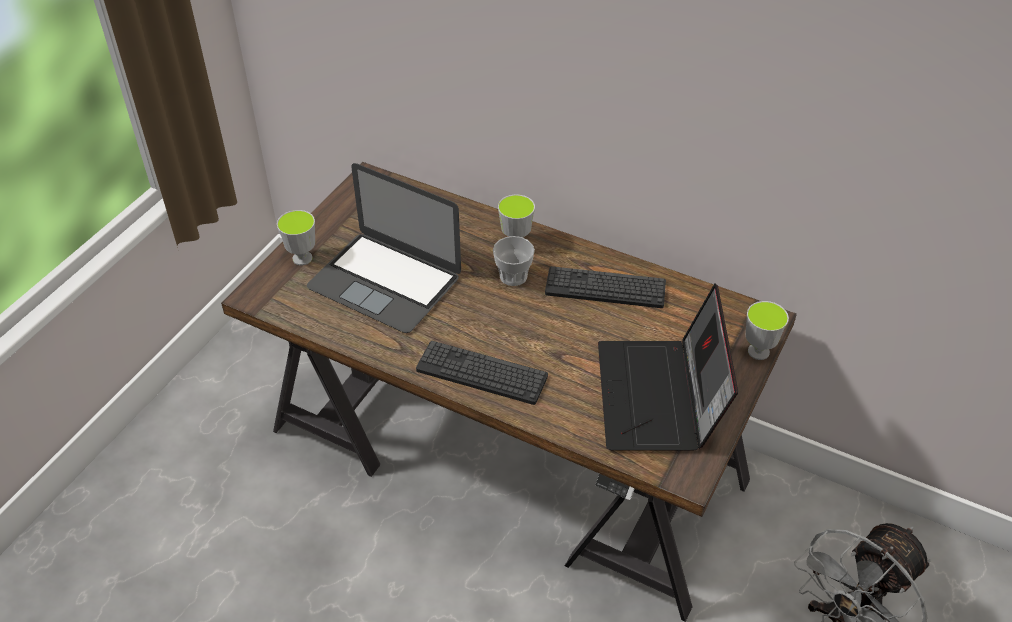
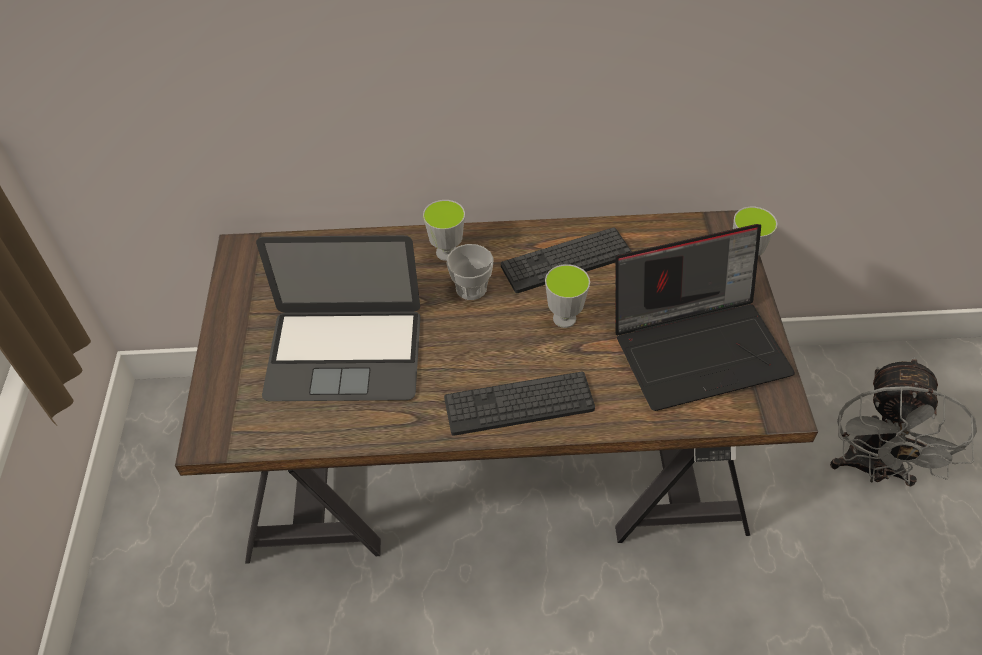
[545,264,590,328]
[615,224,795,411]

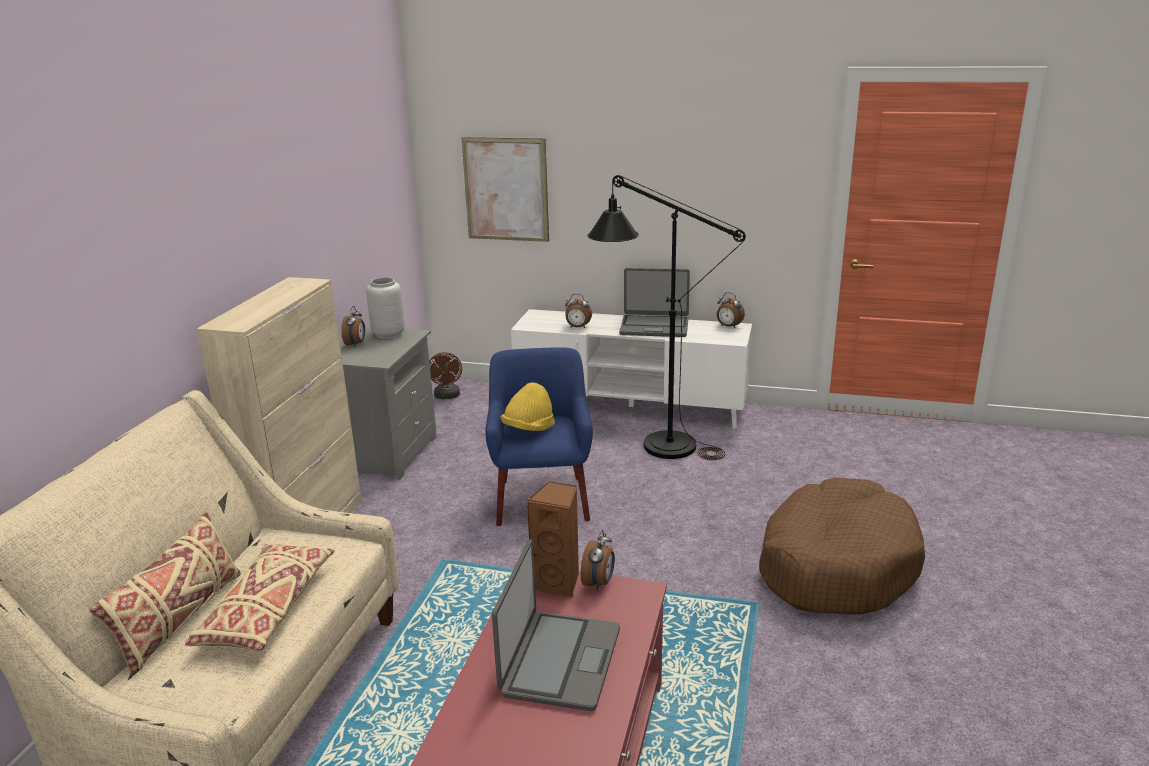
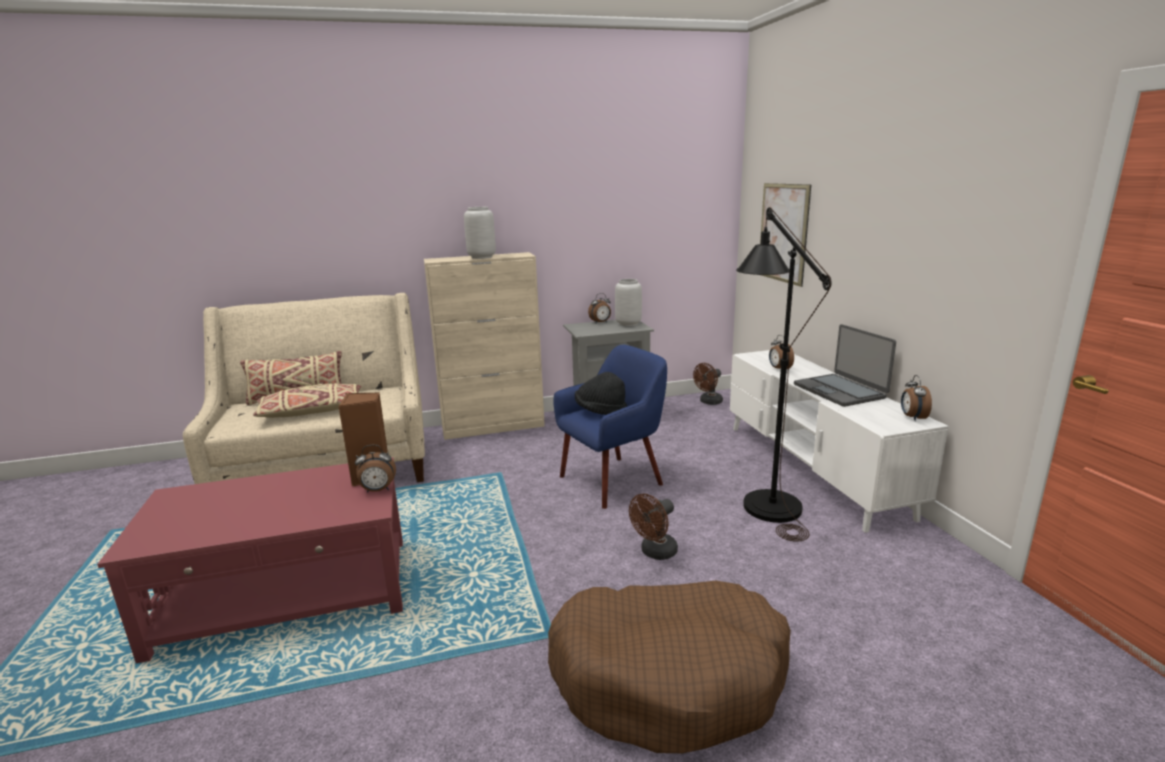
[464,207,496,259]
[575,372,627,415]
[629,494,678,560]
[492,539,620,711] (first image)

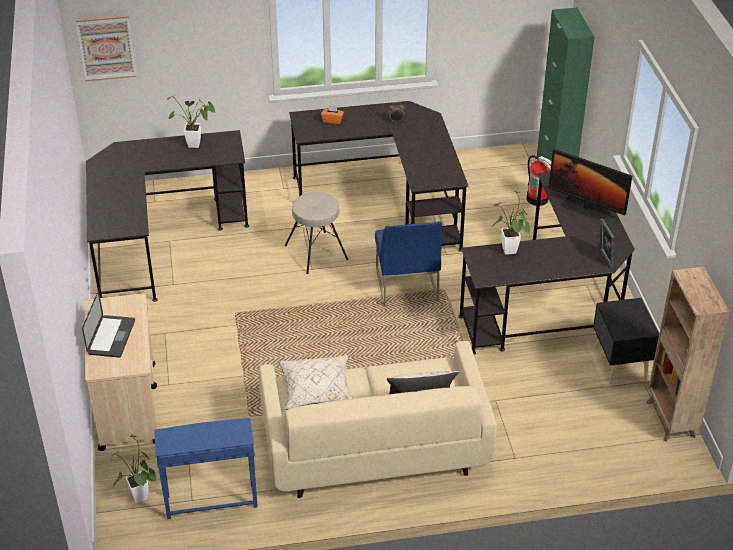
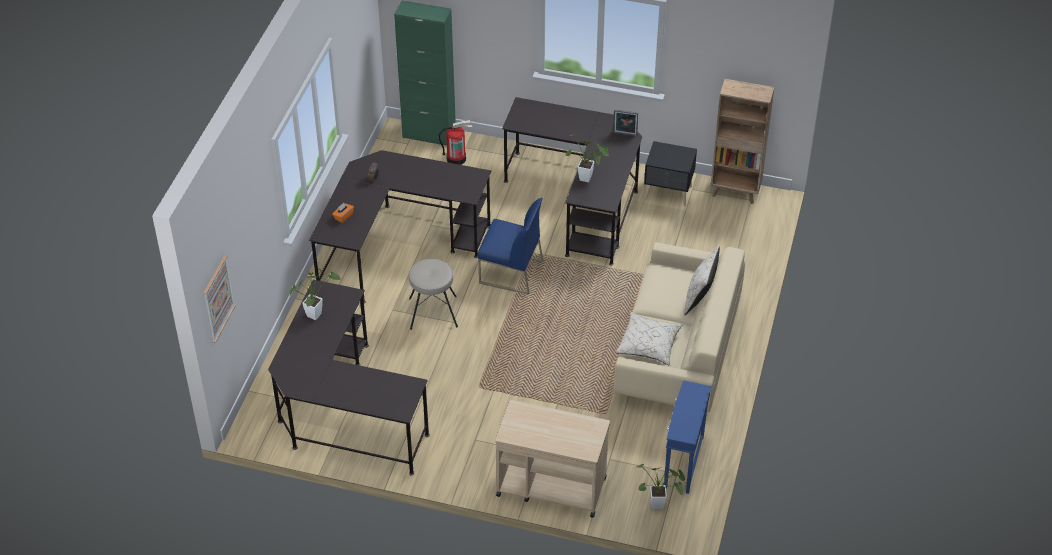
[82,291,135,358] (first image)
[549,149,632,221] (first image)

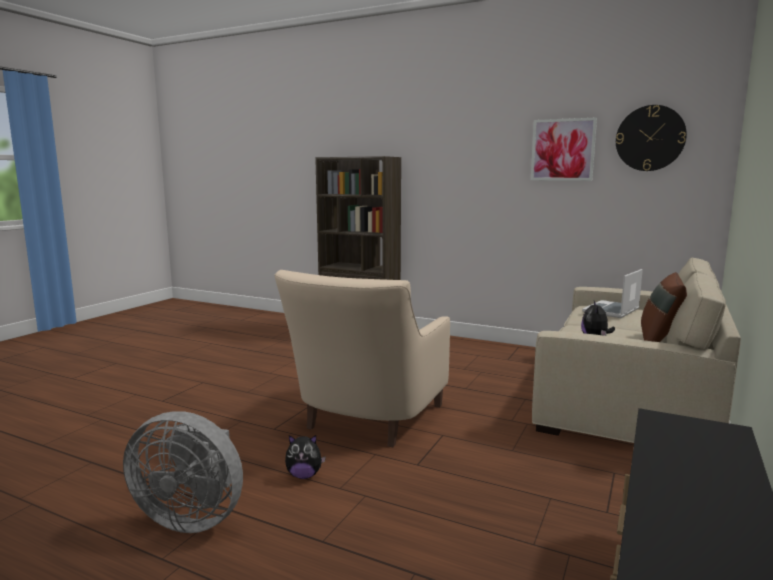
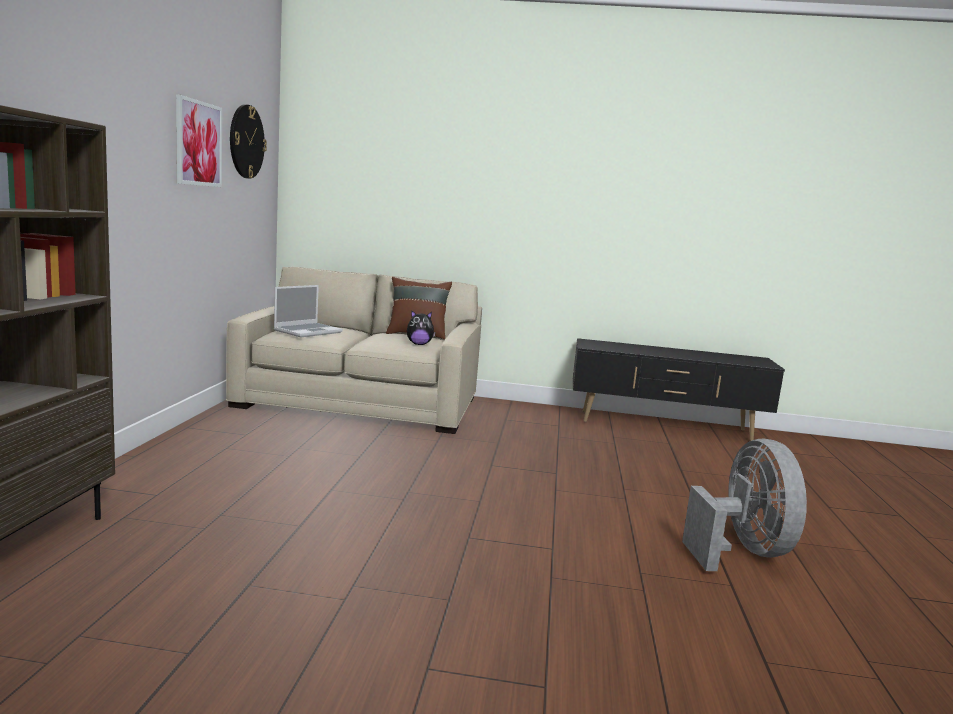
[274,285,343,337]
[274,270,450,447] (first image)
[285,435,326,479] (first image)

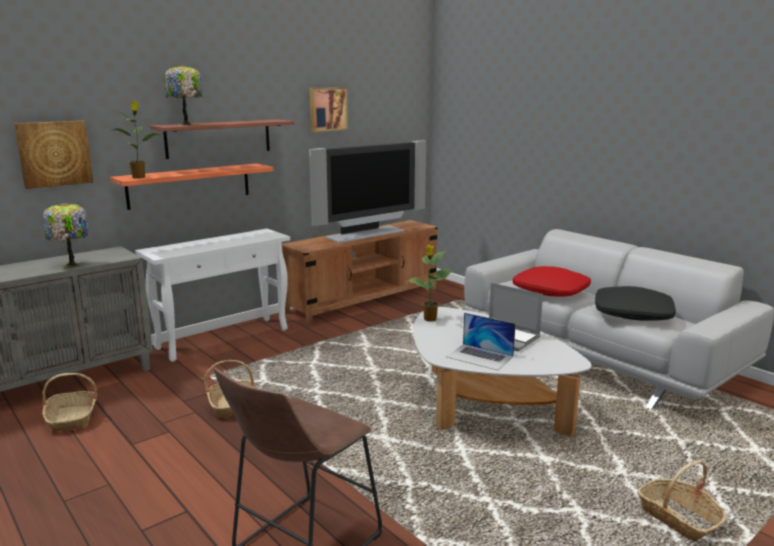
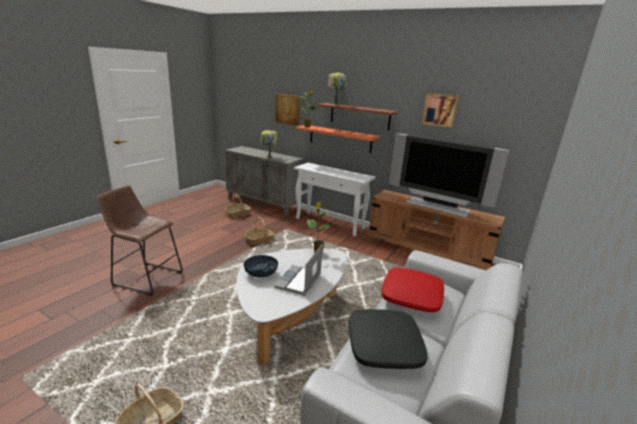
[244,255,278,277]

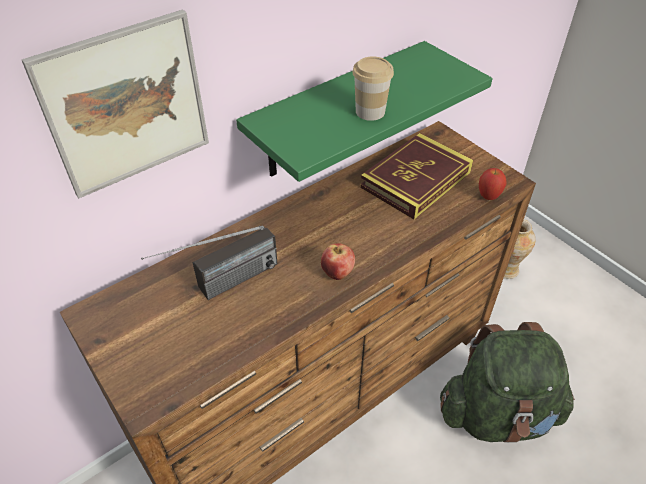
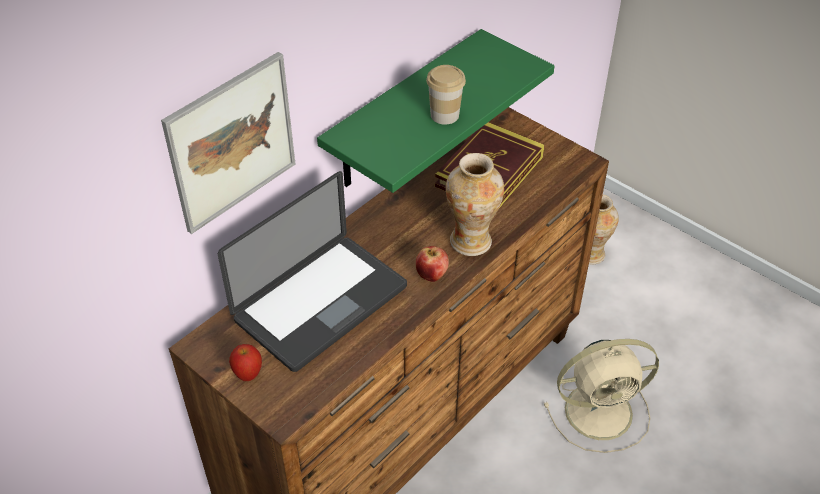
[218,171,407,372]
[229,344,262,381]
[446,153,504,256]
[544,339,659,453]

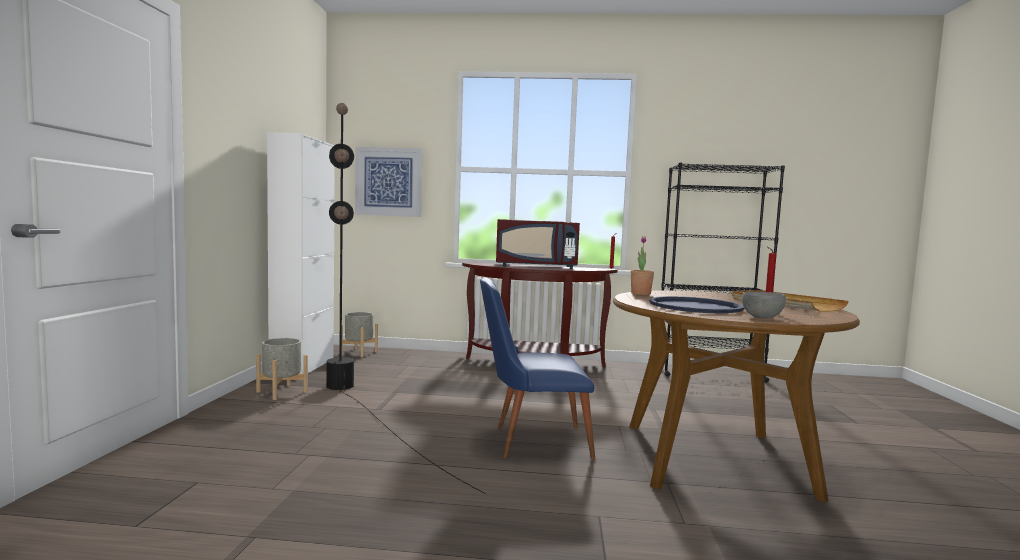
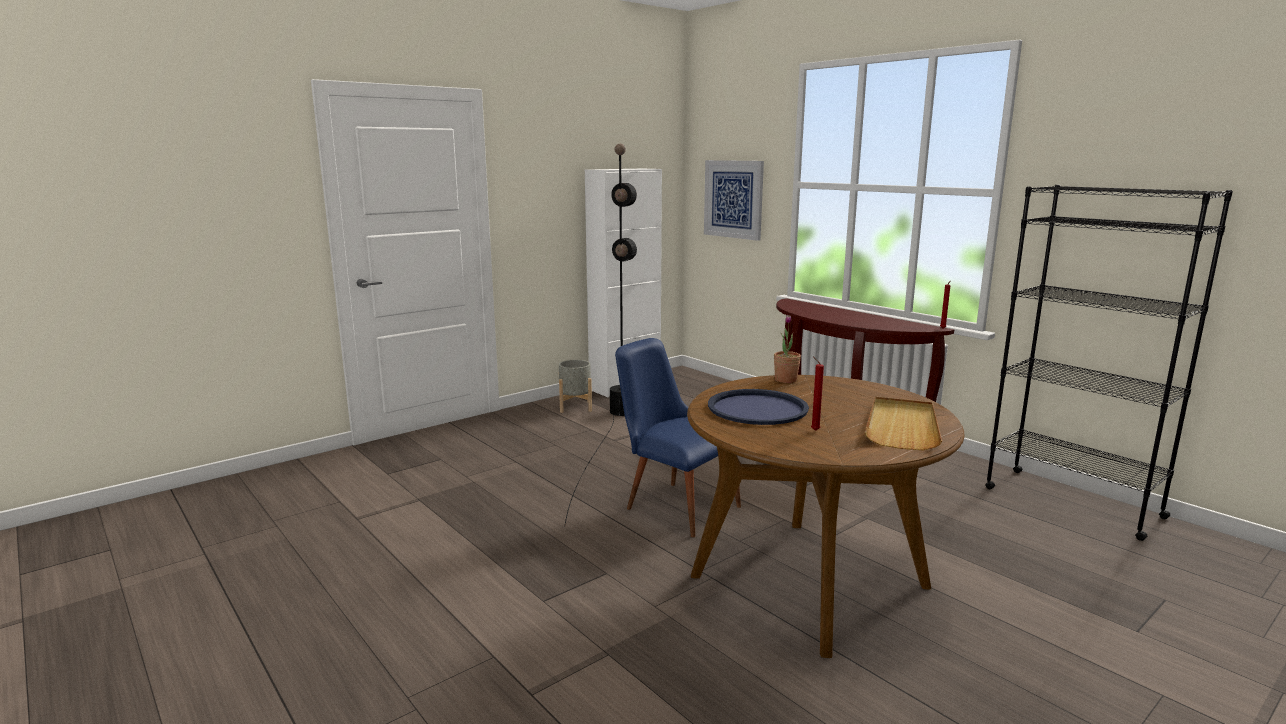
[342,312,378,357] (first image)
[496,219,580,269] (first image)
[742,292,786,318] (first image)

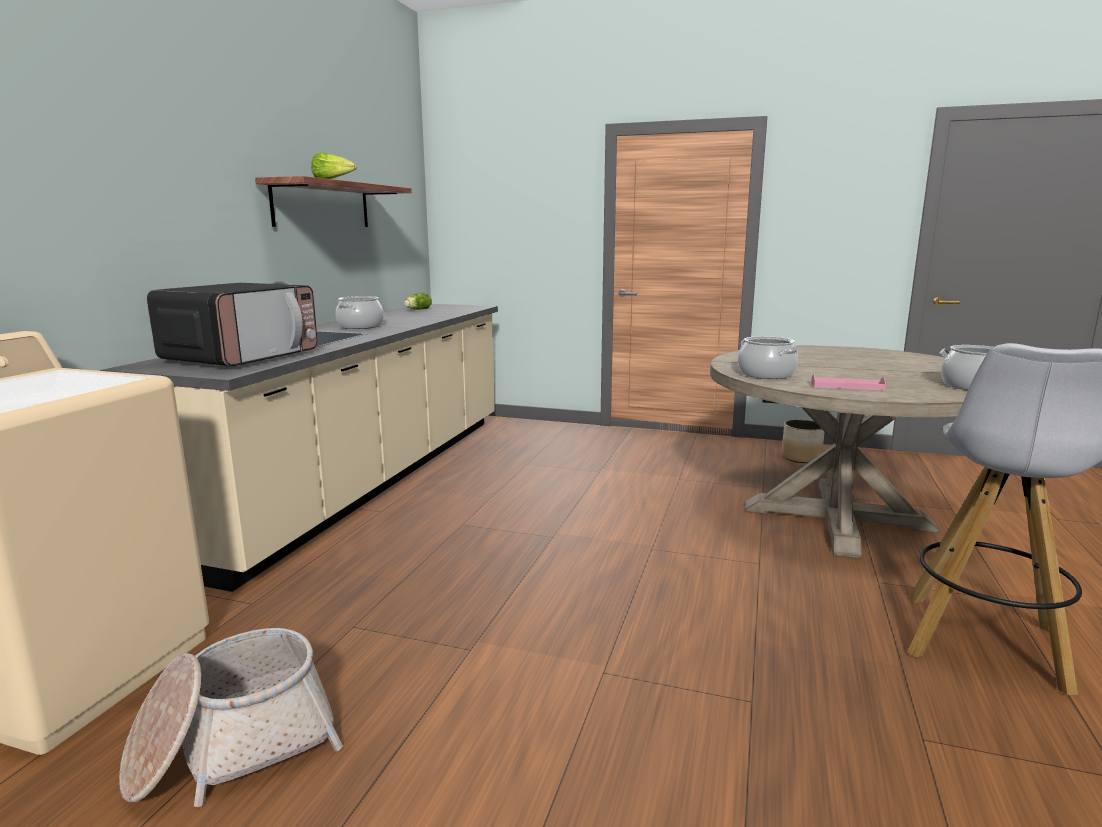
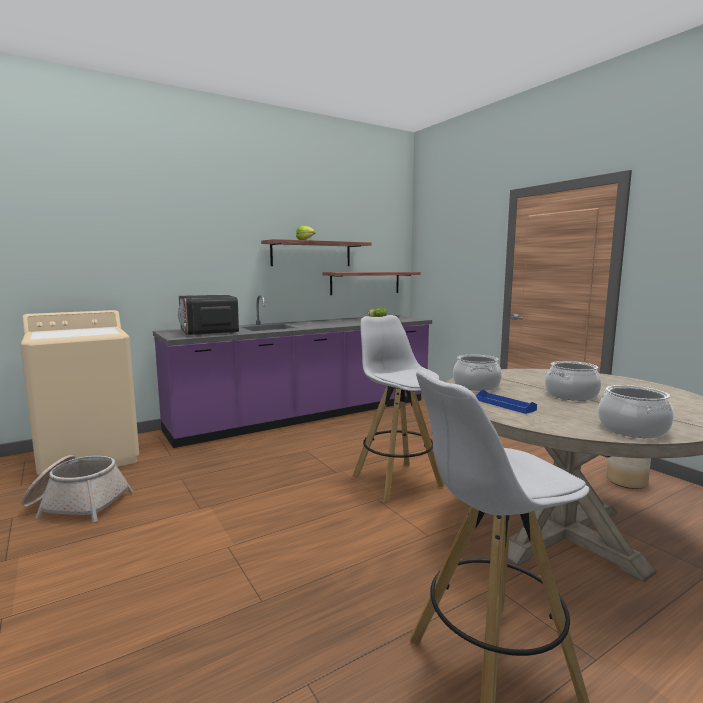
[153,295,432,448]
[178,295,239,336]
[323,272,421,295]
[353,315,445,502]
[476,389,537,414]
[545,361,601,401]

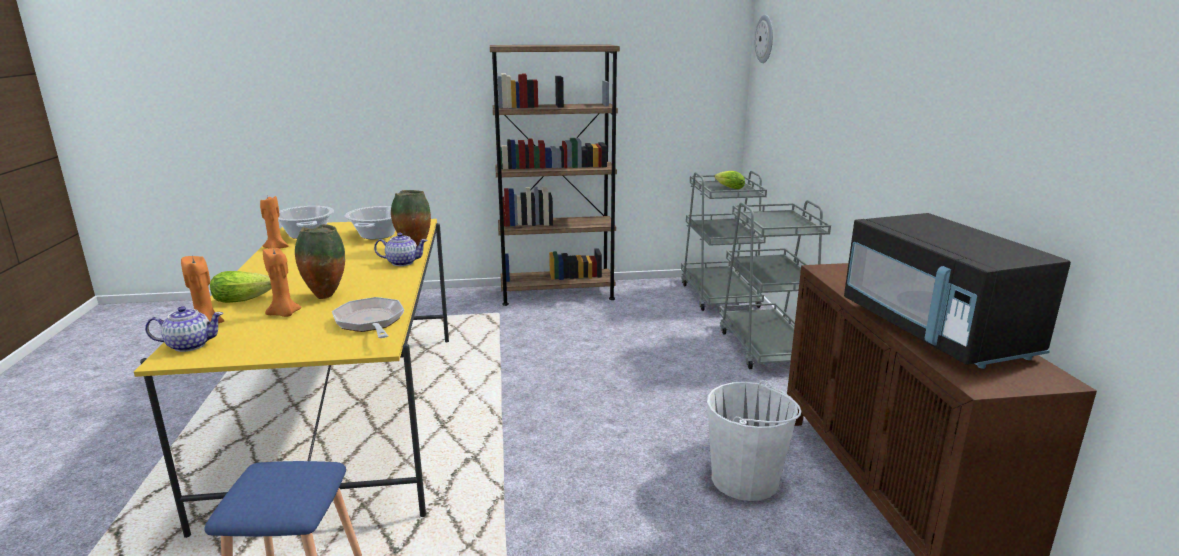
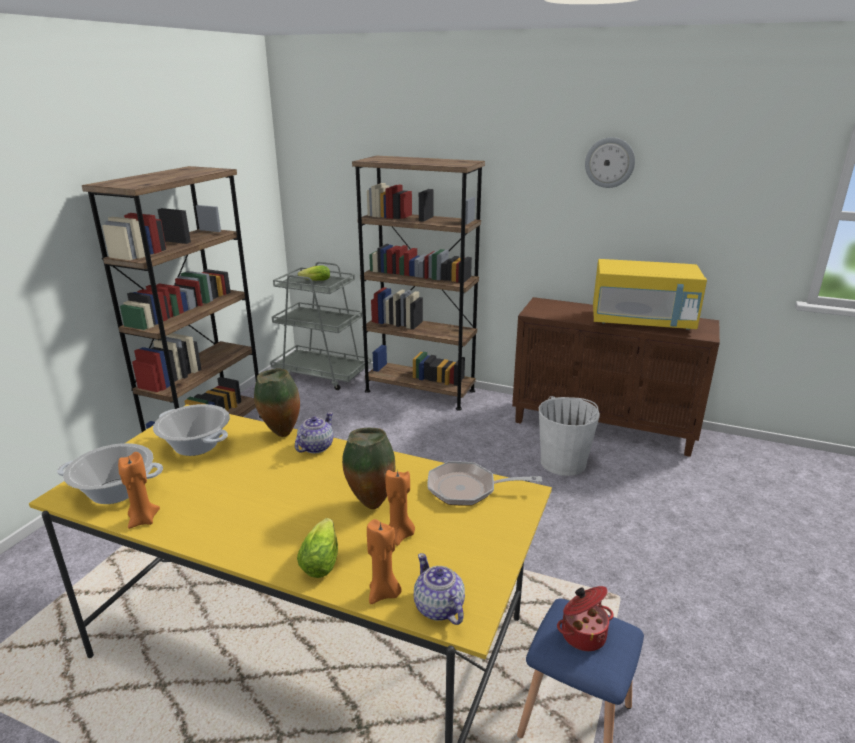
[352,156,485,410]
[414,553,465,625]
[557,586,613,651]
[585,137,635,188]
[593,259,707,330]

